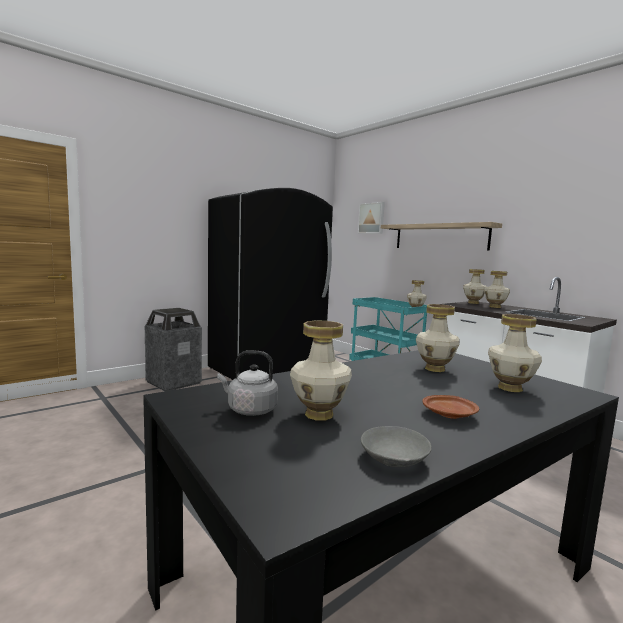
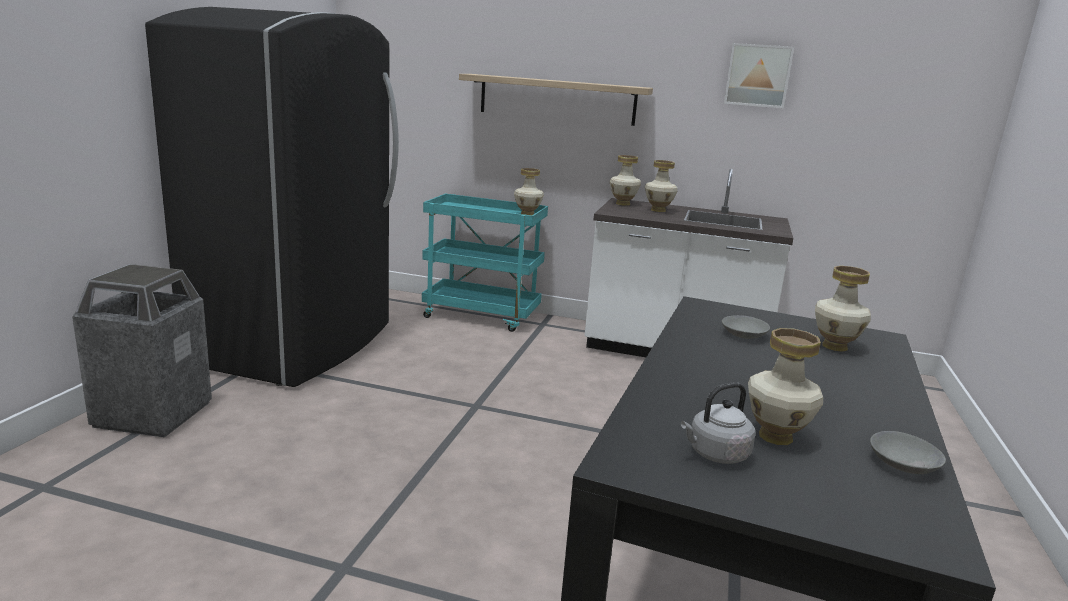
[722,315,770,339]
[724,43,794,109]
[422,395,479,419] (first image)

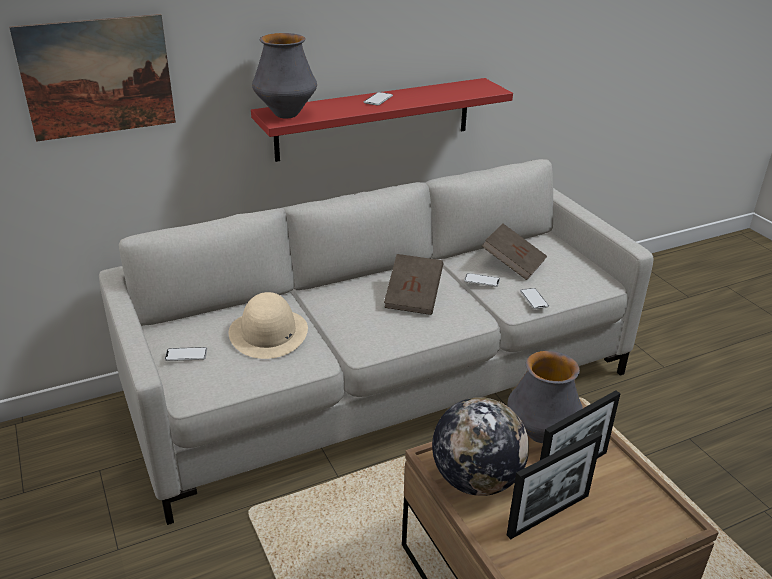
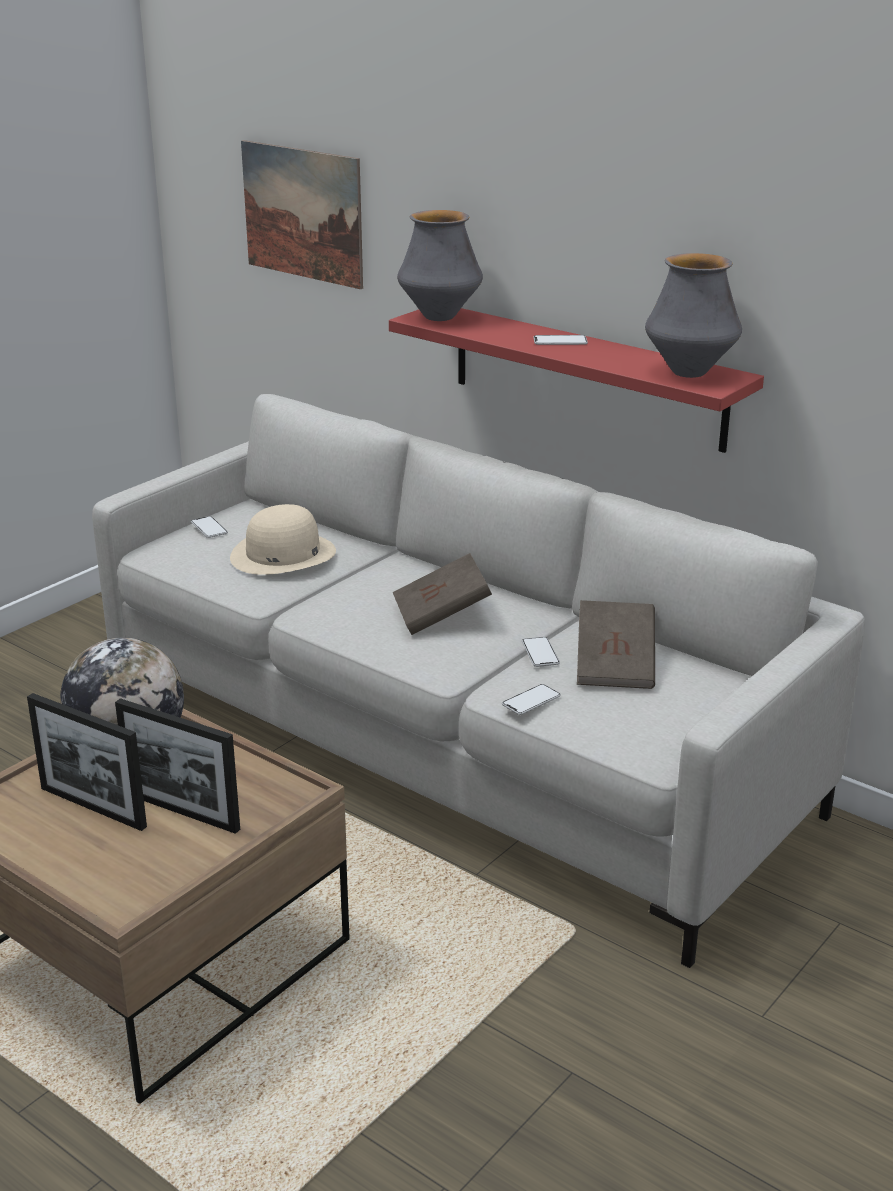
[645,253,742,378]

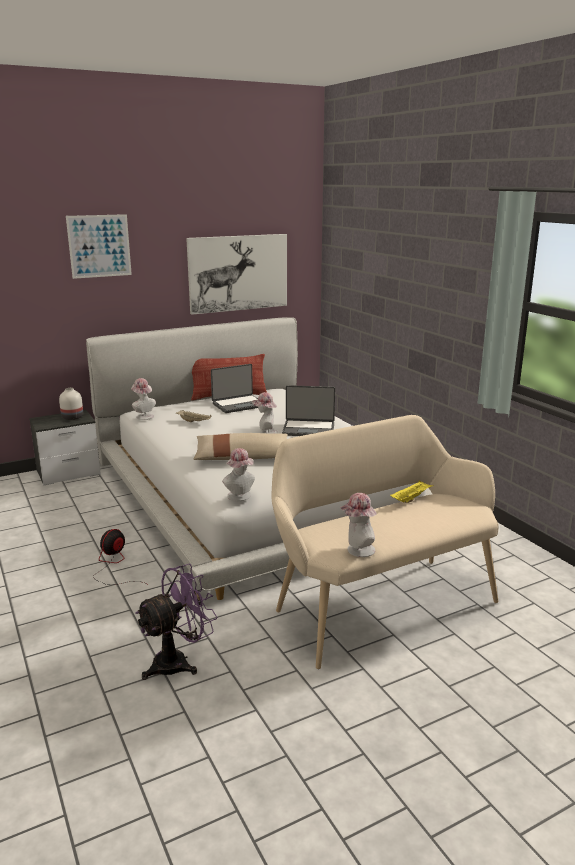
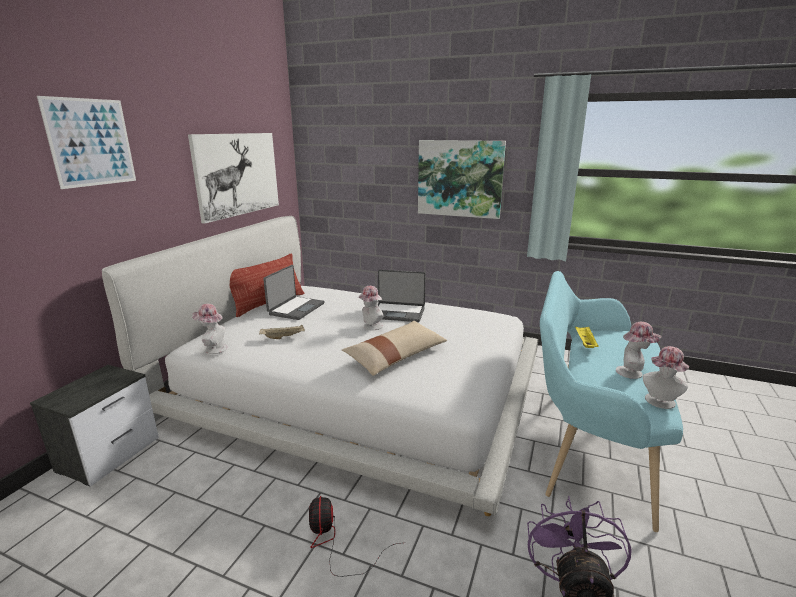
[378,270,426,322]
[418,140,506,219]
[540,271,683,532]
[616,322,661,379]
[59,388,83,420] (first image)

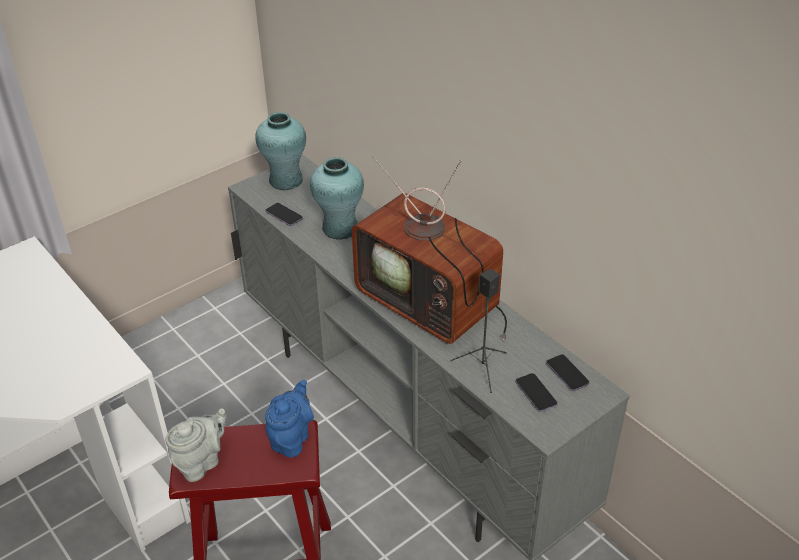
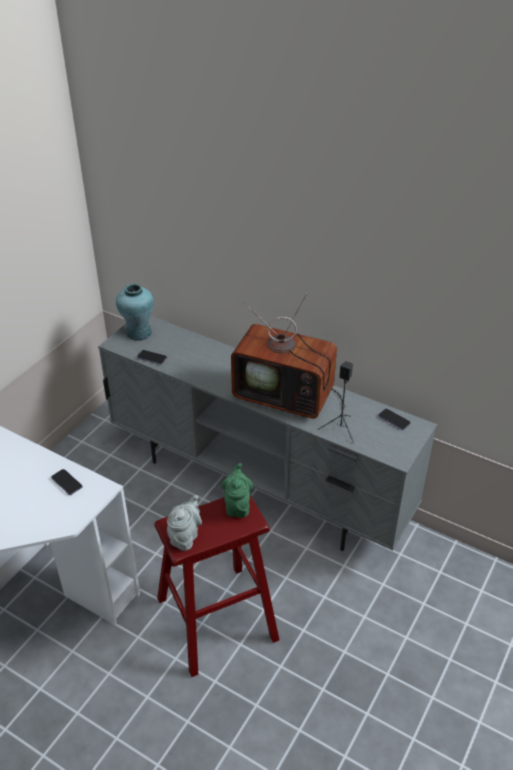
[51,469,83,495]
[221,463,253,518]
[310,157,364,240] (first image)

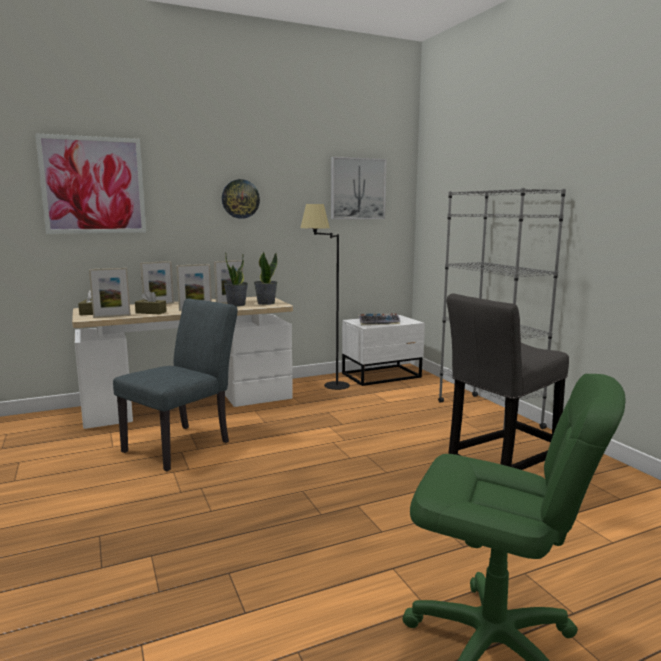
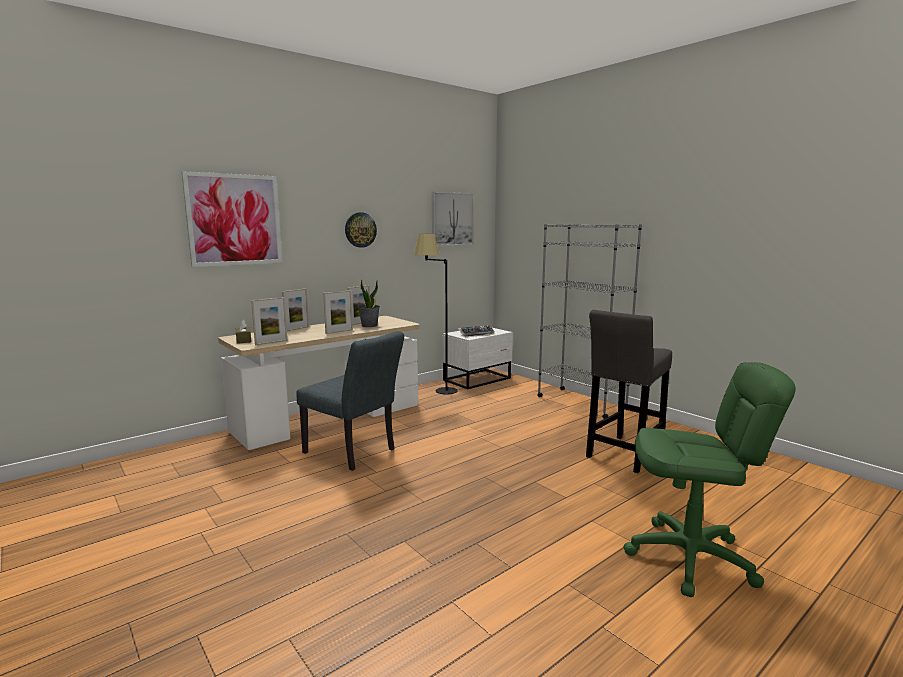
[297,331,404,471]
[135,290,167,314] (first image)
[254,251,277,305] (first image)

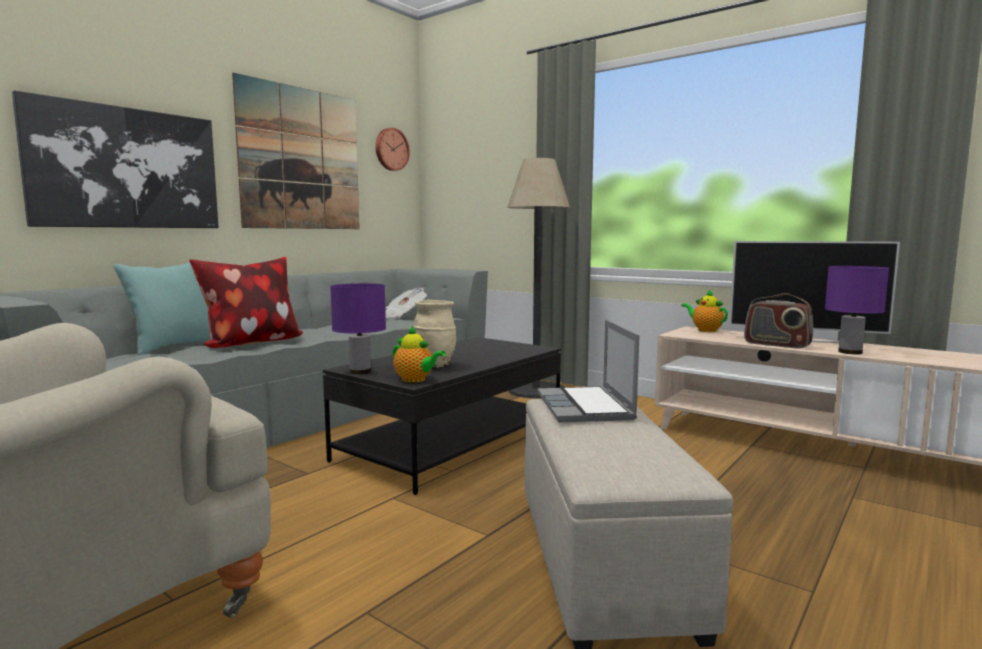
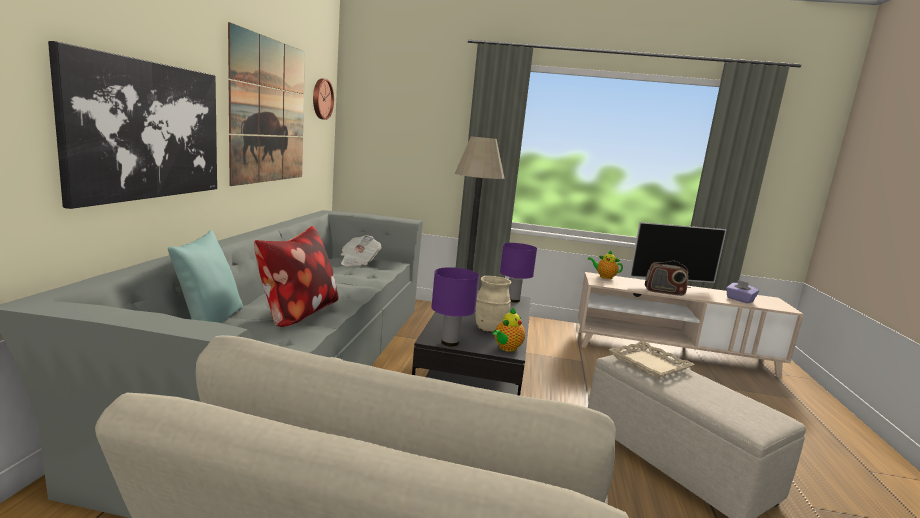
[493,308,525,352]
[500,243,537,303]
[608,341,695,378]
[726,280,759,303]

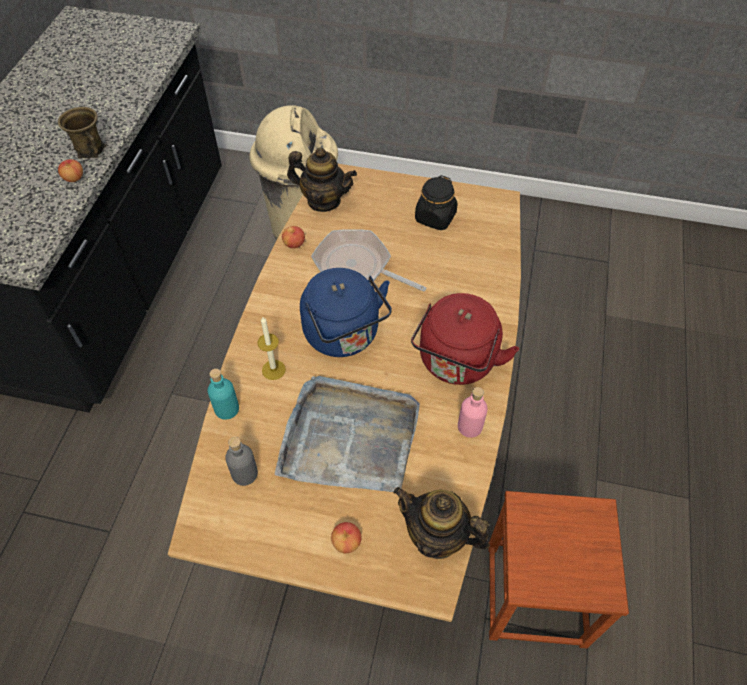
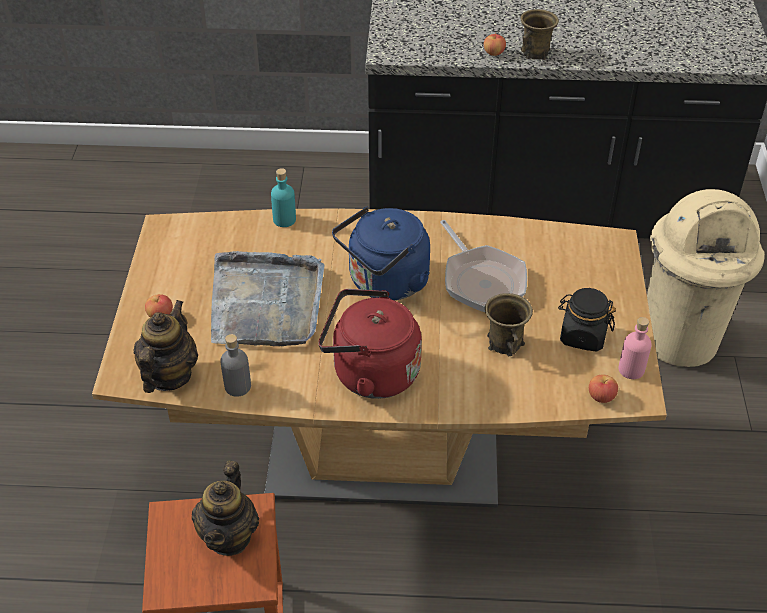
[192,461,259,556]
[220,334,251,397]
[440,220,527,312]
[485,293,533,356]
[589,374,618,403]
[618,317,652,379]
[257,316,286,380] (first image)

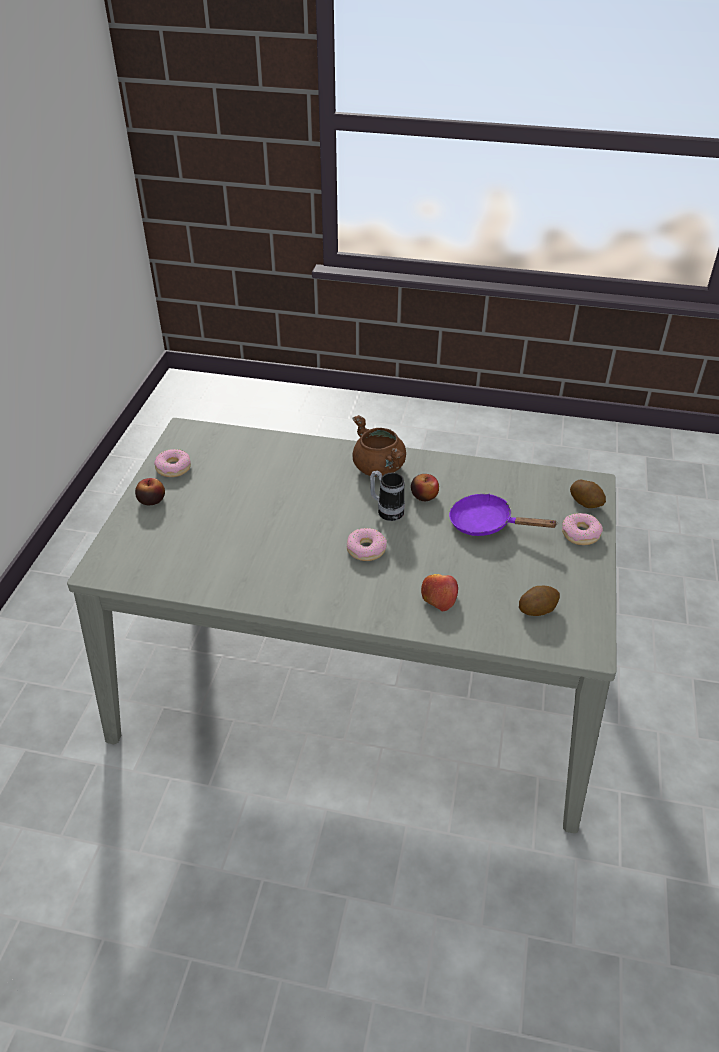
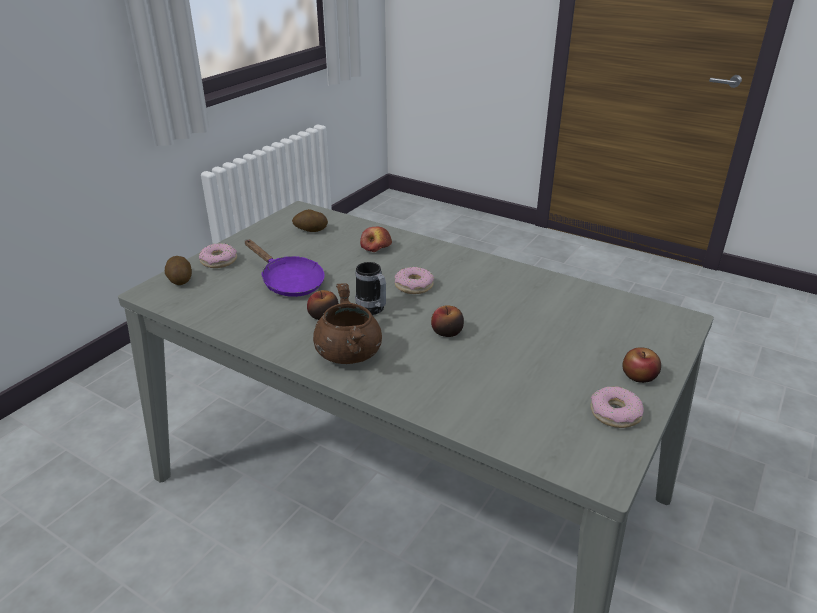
[431,305,464,337]

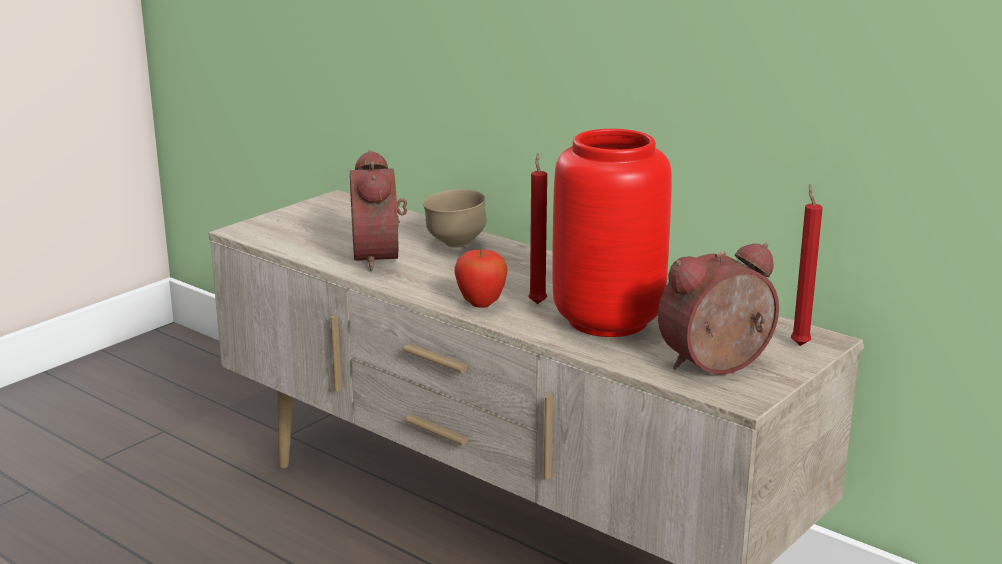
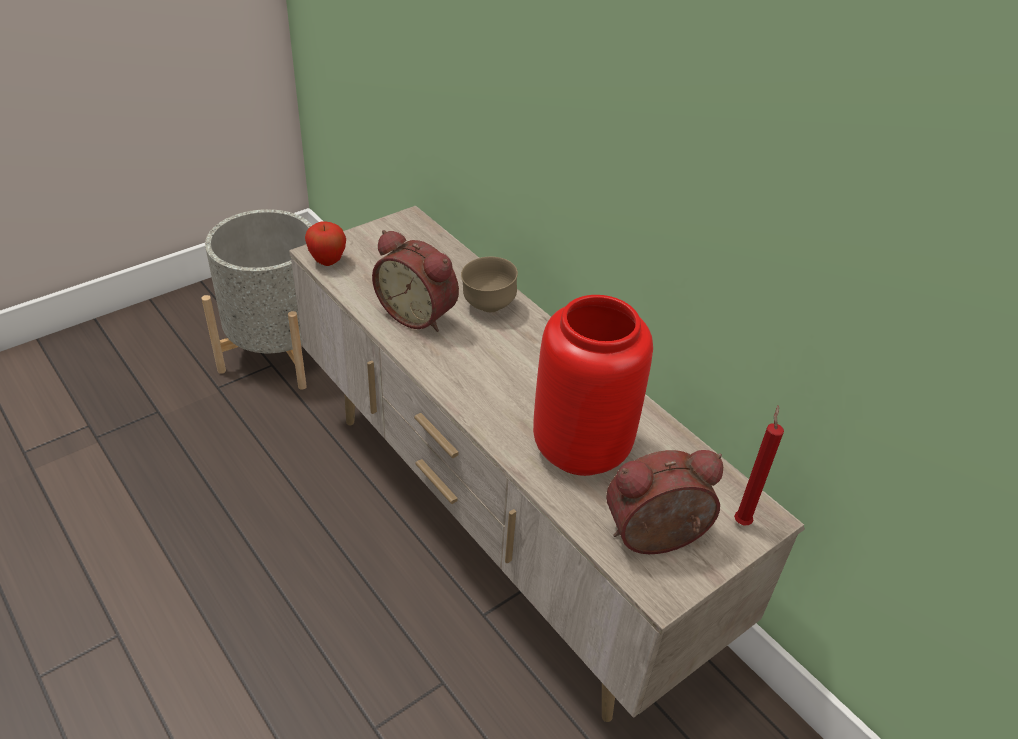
[202,209,312,390]
[305,221,346,266]
[372,230,459,332]
[528,153,547,304] (first image)

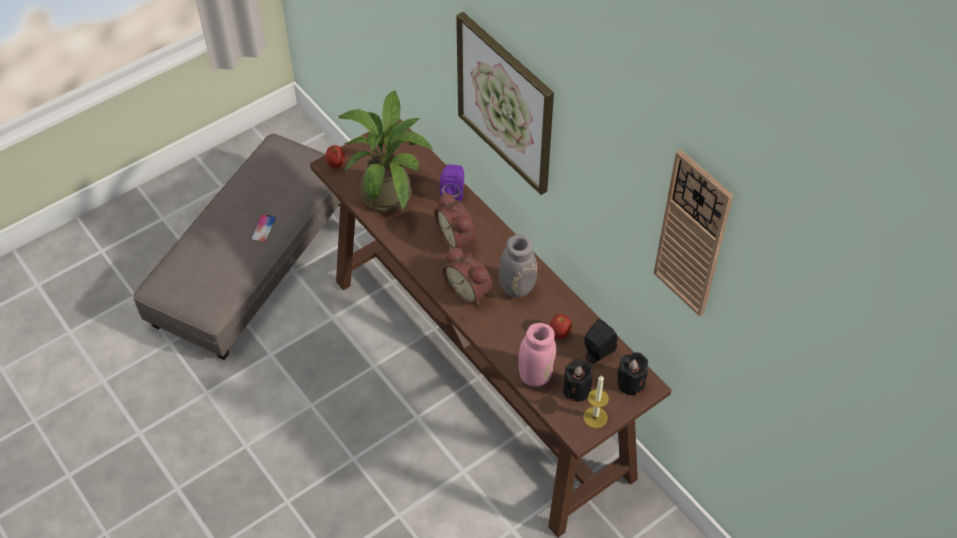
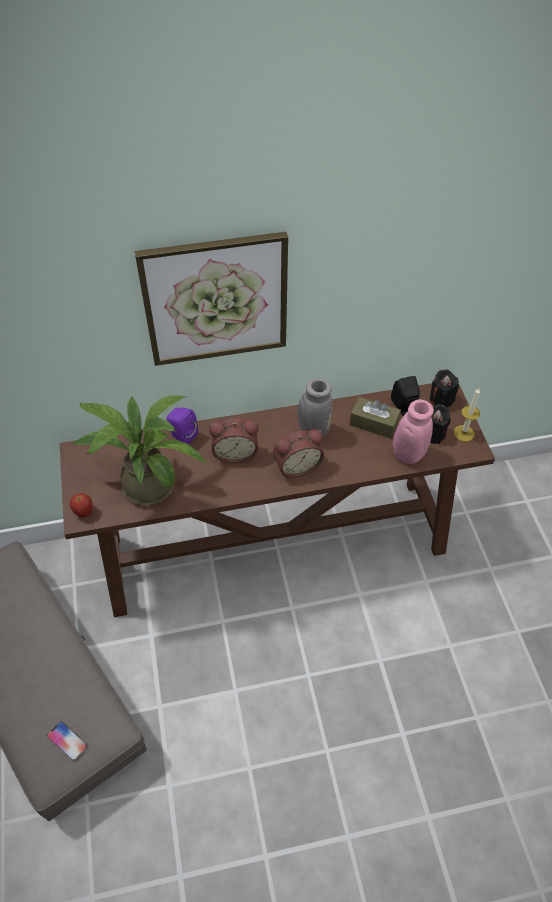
[47,721,87,761]
[349,397,401,439]
[654,149,733,317] (first image)

